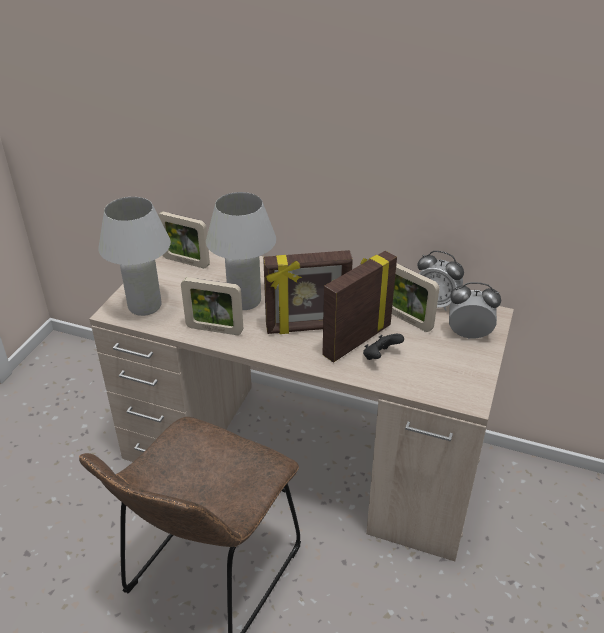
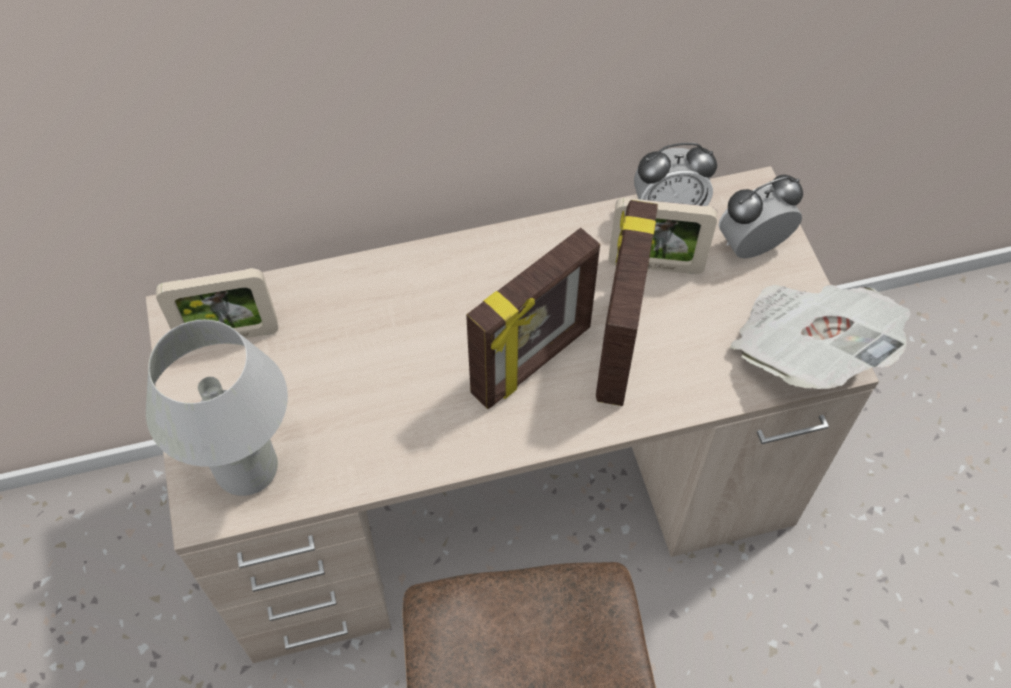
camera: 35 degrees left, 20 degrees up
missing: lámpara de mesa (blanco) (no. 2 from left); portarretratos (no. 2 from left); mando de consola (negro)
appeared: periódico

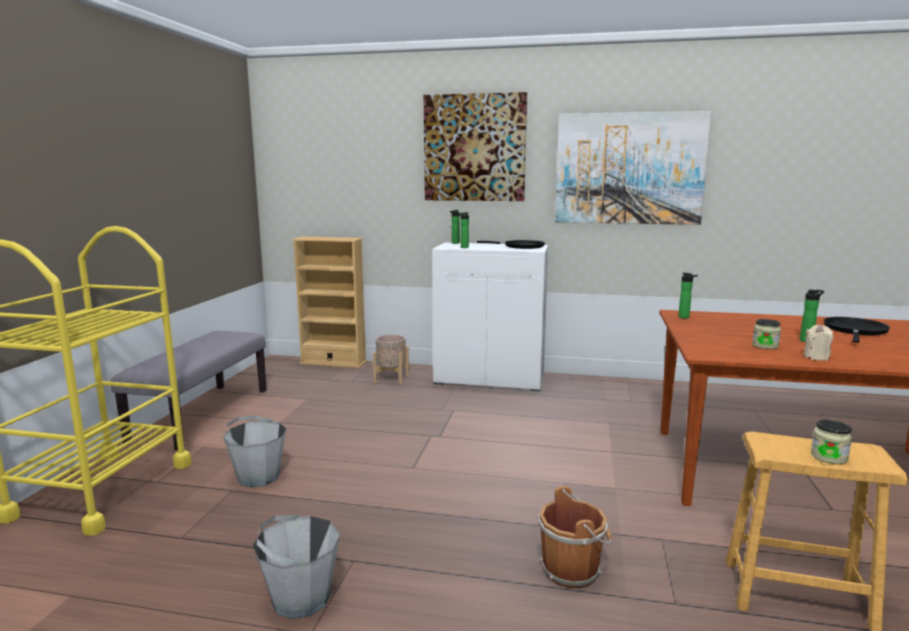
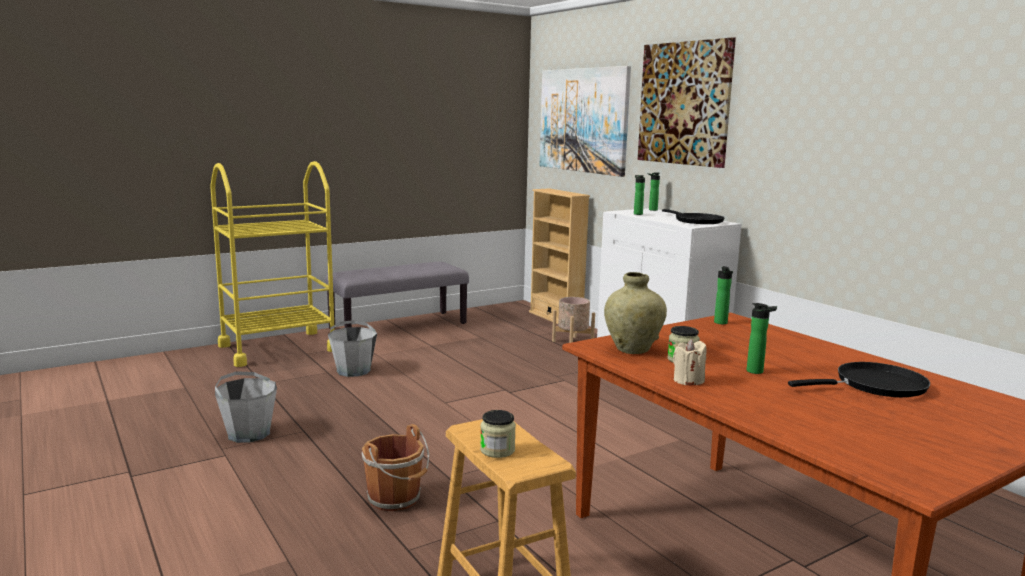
camera: 45 degrees right, 0 degrees up
appeared: florero (beis)
relocated: cuadro (no. 2 from left in the first image) to cuadro (no. 1 from left)

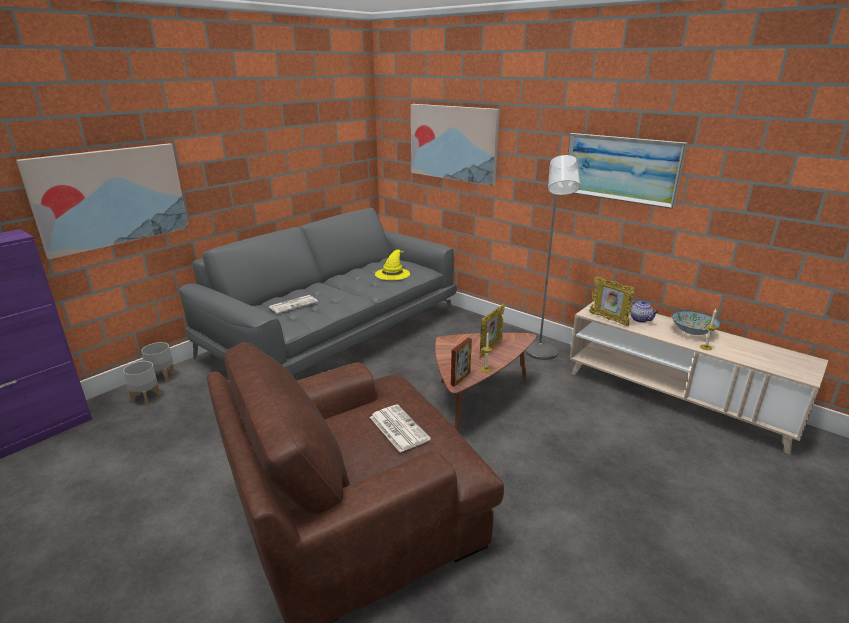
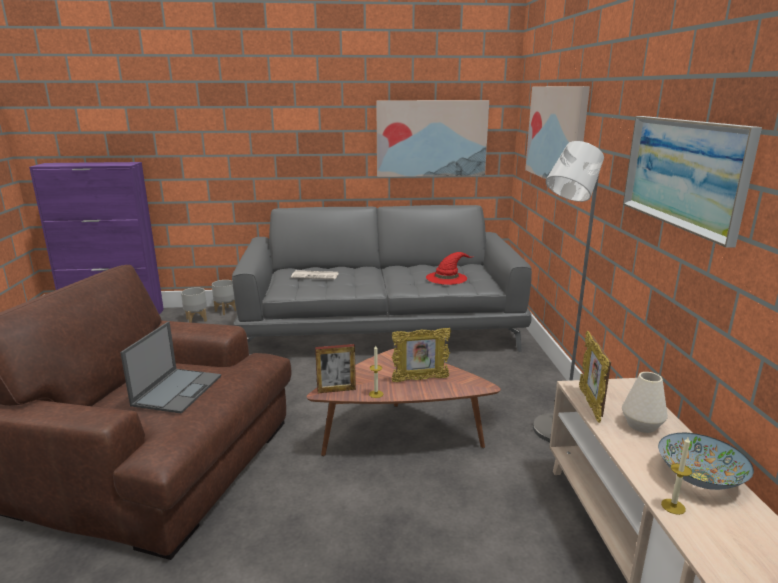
camera: 45 degrees right, 5 degrees down
relocated: cuadro (no. 1 from left)
exchanged: tetera to florero (blanco); periódico (no. 2 from left) to portátil
colour: sombrero (amarillo) to sombrero (rojo)

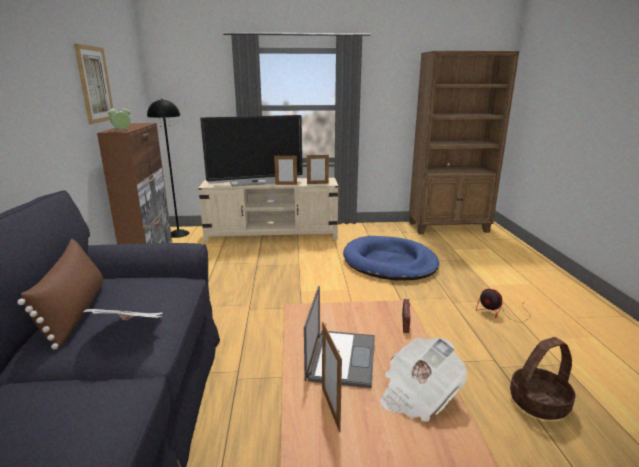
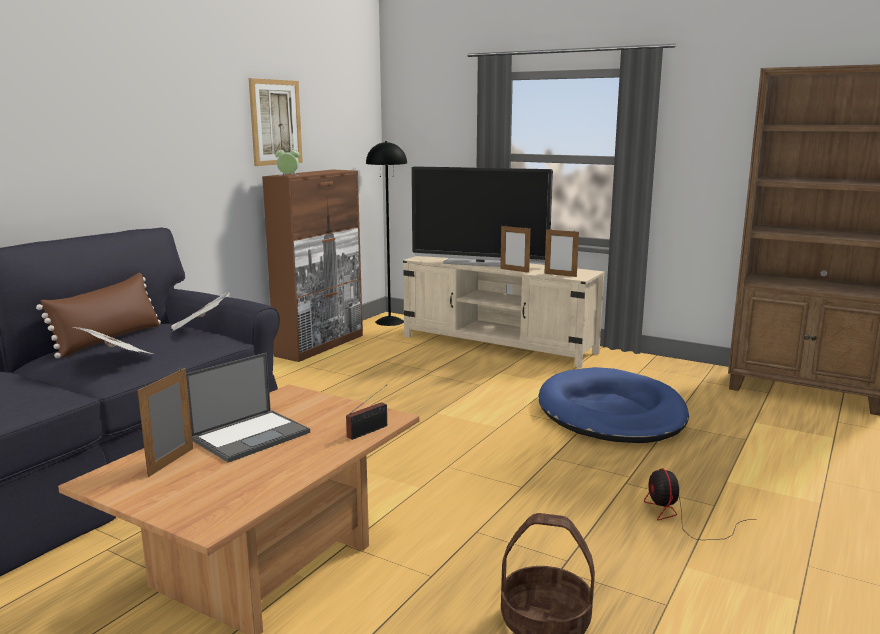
camera: 35 degrees right, 5 degrees down
relocated: periódico (no. 2 from left)

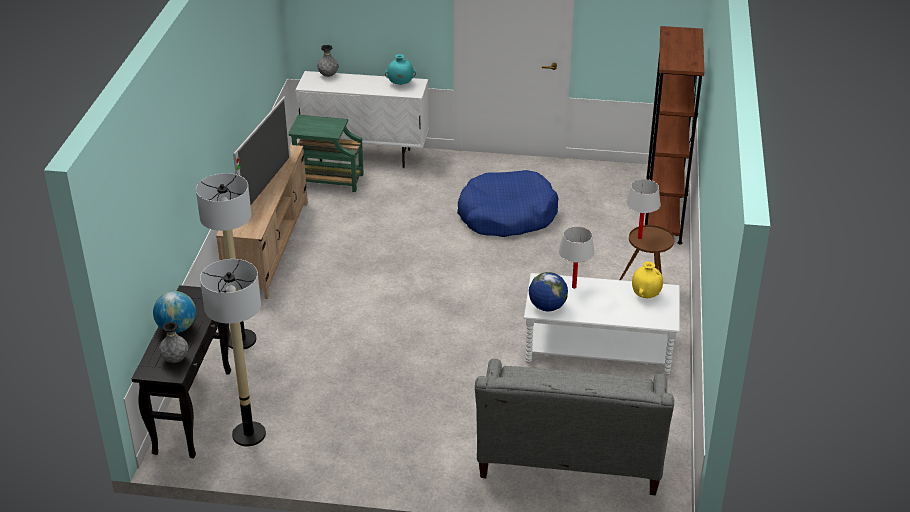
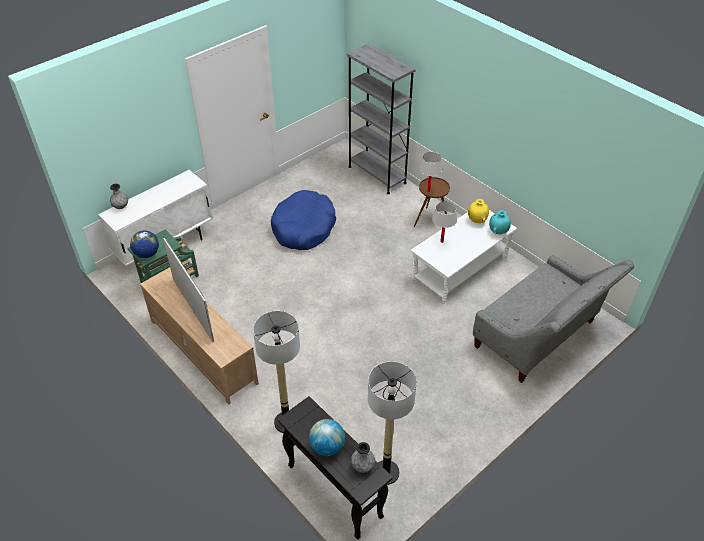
camera: 50 degrees left, 10 degrees up
relocated: florero (turquesa); globo terráqueo (no. 2 from left in the first image) to globo terráqueo (no. 1 from left)
colour: estantería (marrón) to estantería (gris)

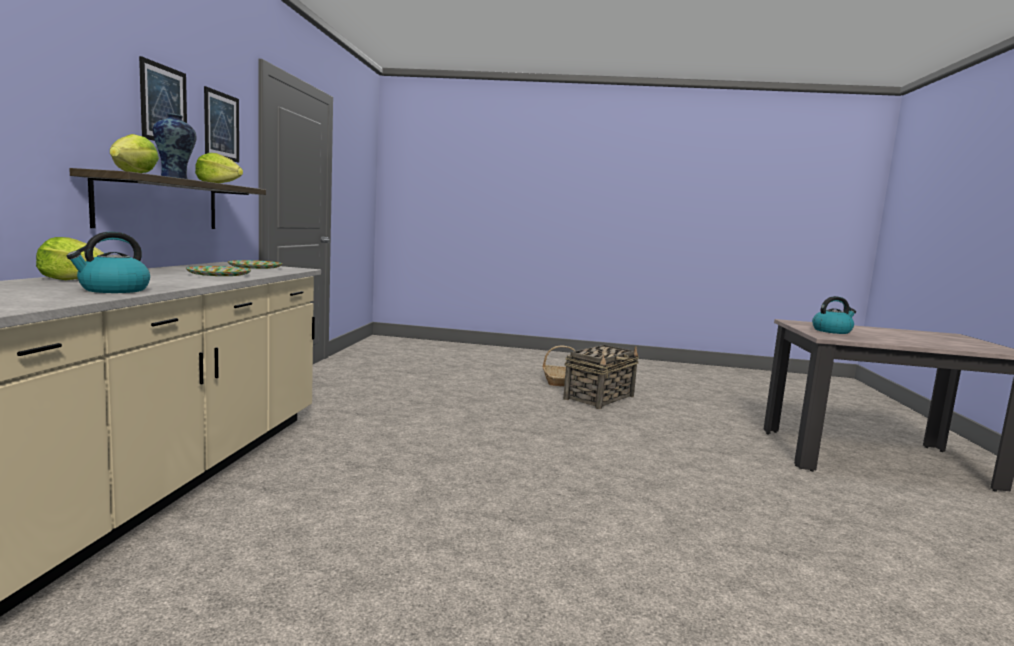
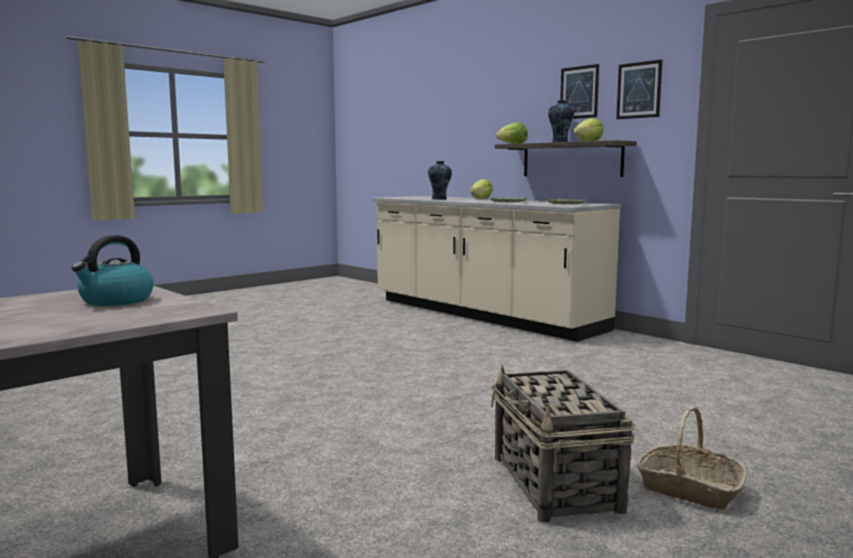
camera: 130 degrees right, 0 degrees up
exchanged: hervidor (no. 1 from left) to florero (no. 1 from left)

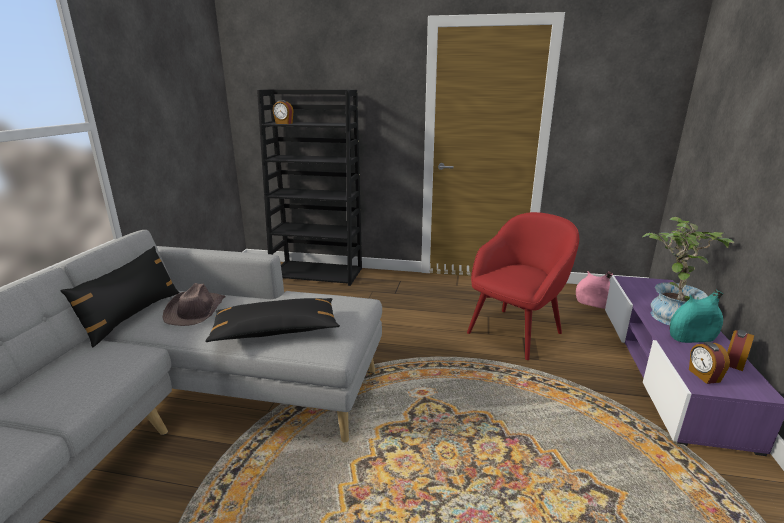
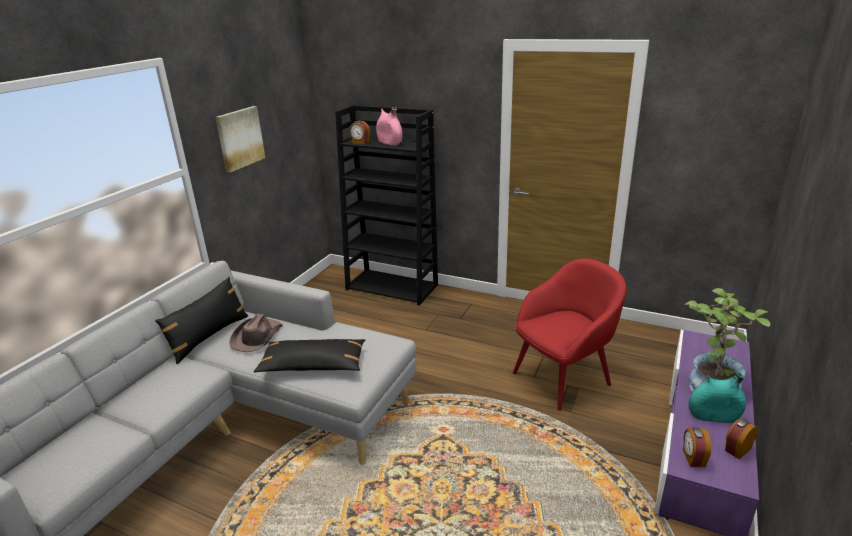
camera: 15 degrees right, 5 degrees up
appeared: cuadro
relocated: florero (rosa)

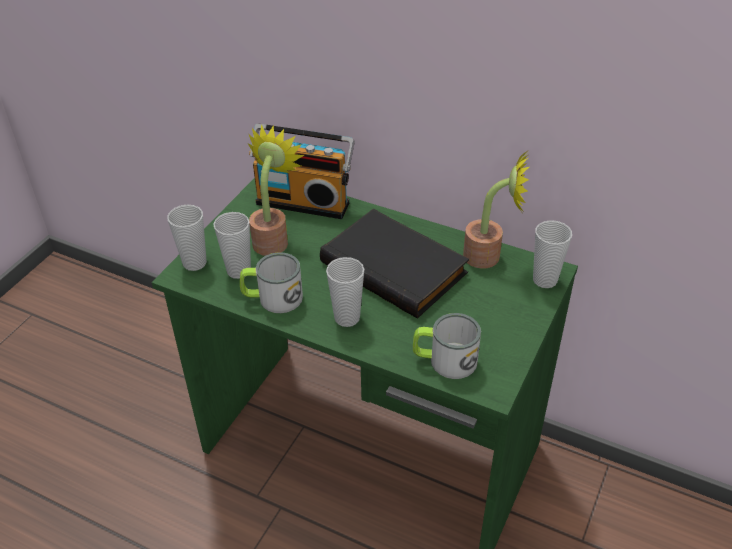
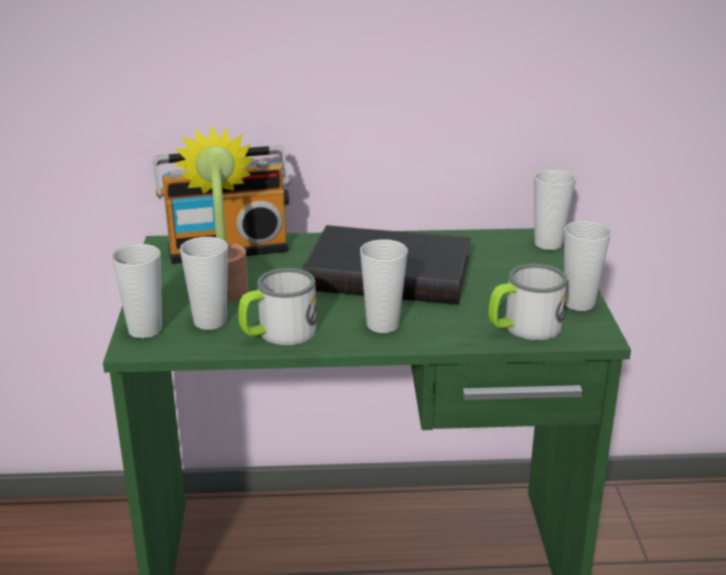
camera: 30 degrees left, 15 degrees down
missing: planta en maceta (no. 2 from left)
appeared: taza (no. 5 from left)

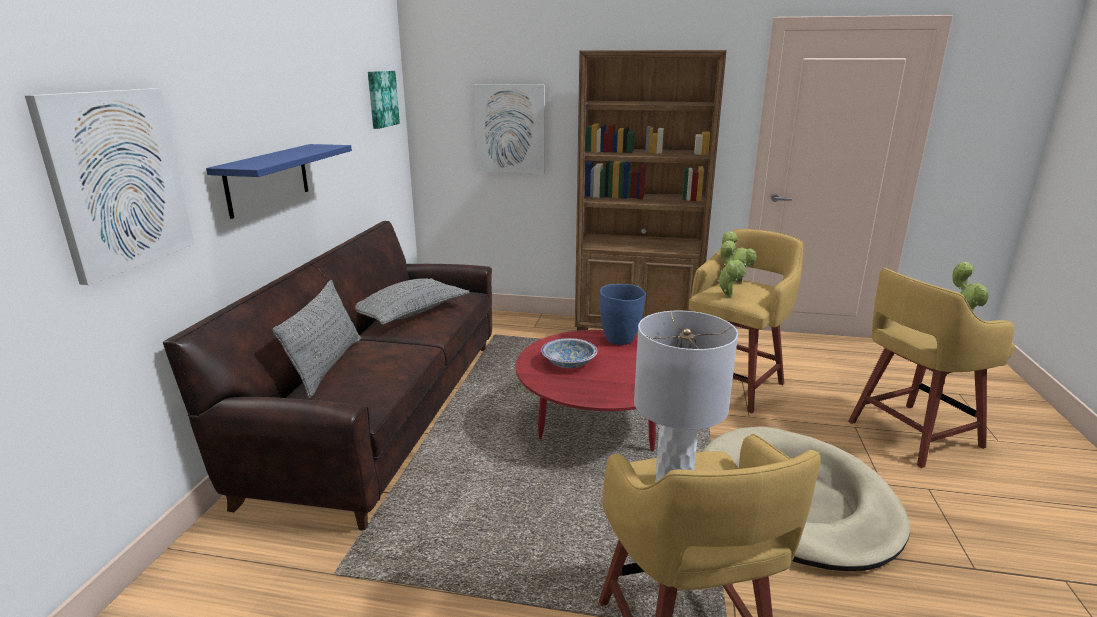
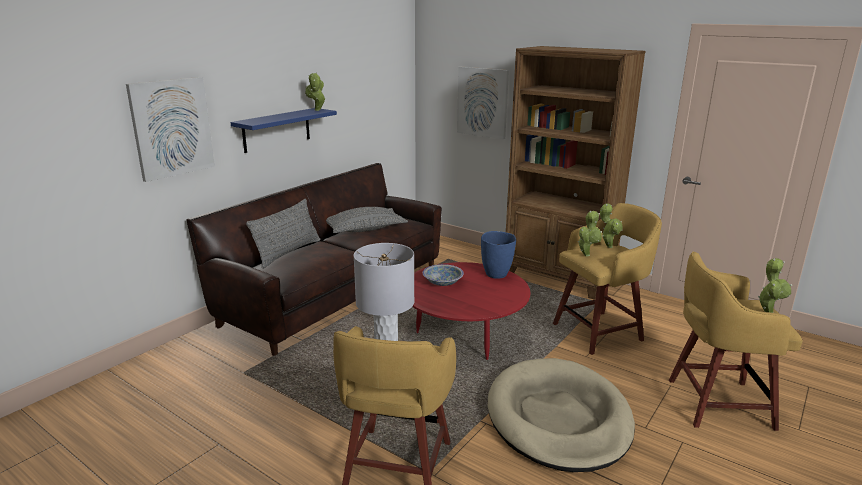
camera: 25 degrees right, 0 degrees up
missing: cuadro (no. 2 from left)
appeared: planta en maceta (no. 1 from left)

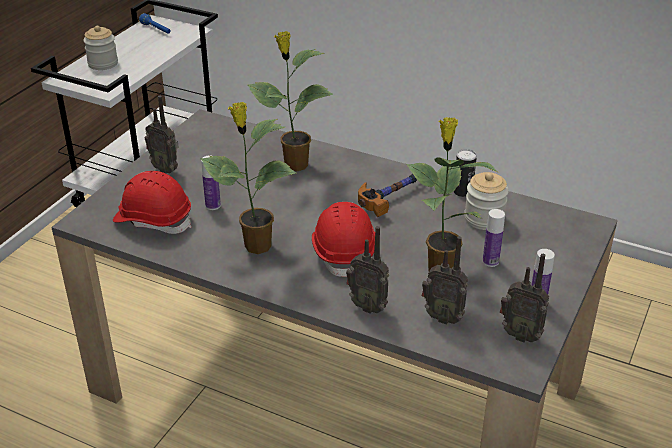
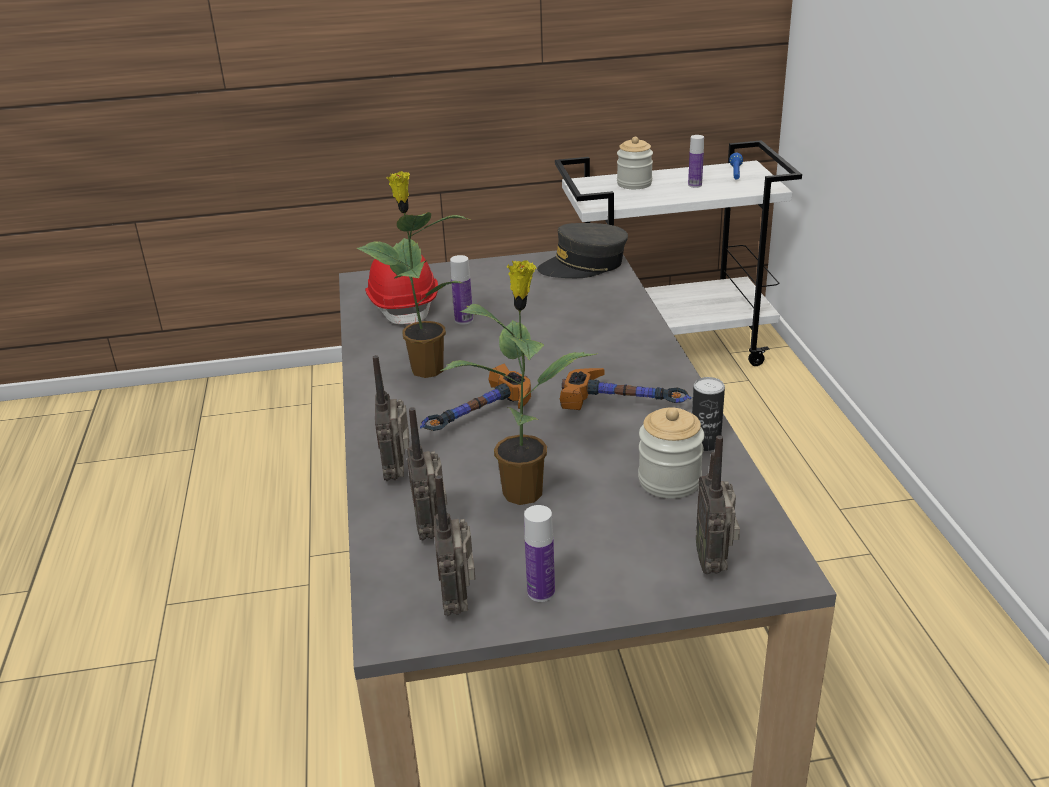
camera: 55 degrees right, 5 degrees down
missing: planta en maceta (no. 2 from left)
appeared: gorra (gris)
relocated: radio (no. 1 from left in the first image) to radio (no. 4 from left); botella (no. 2 from left in the first image) to botella (no. 3 from left)
exchanged: casco (rojo) (no. 2 from left) to martillo (no. 1 from left)

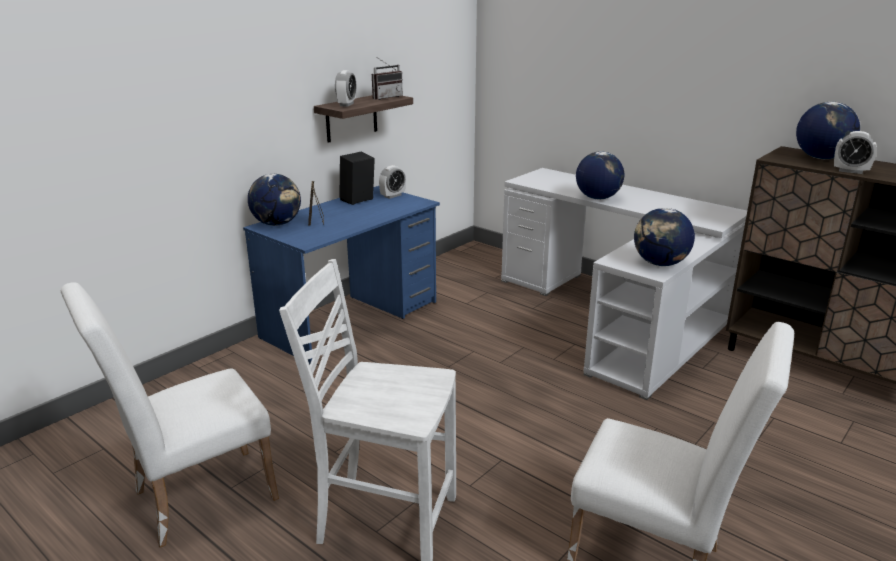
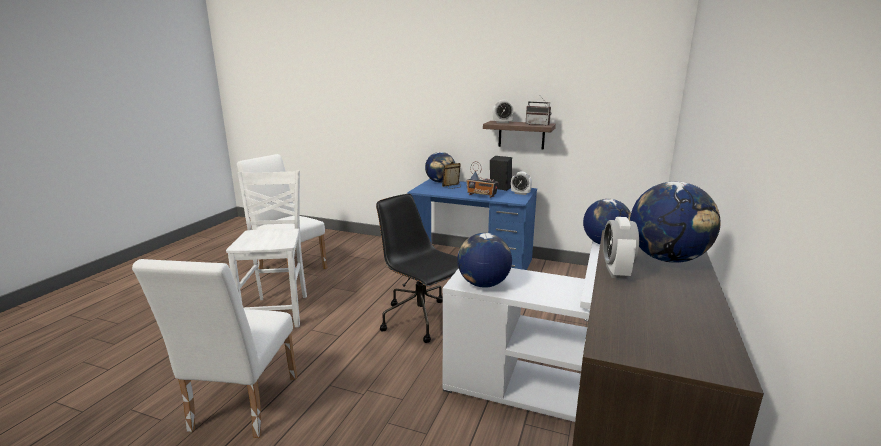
camera: 70 degrees right, 5 degrees down
appeared: radio (no. 1 from left); silla de oficina (negro)

